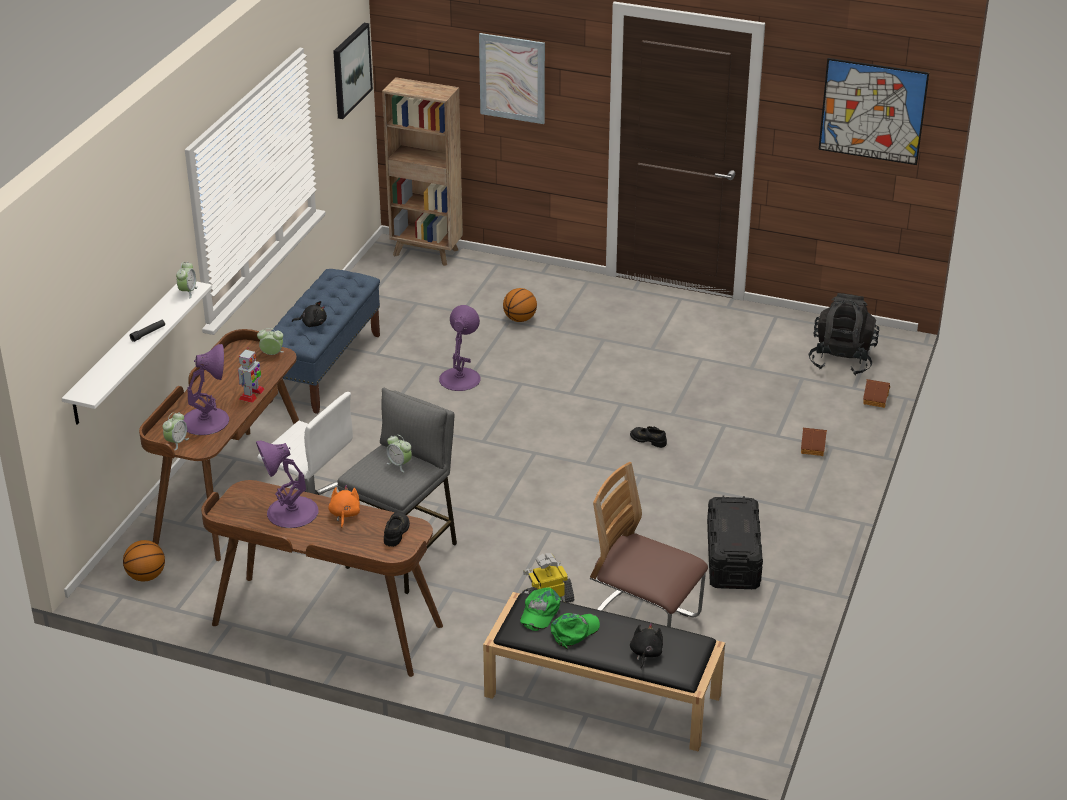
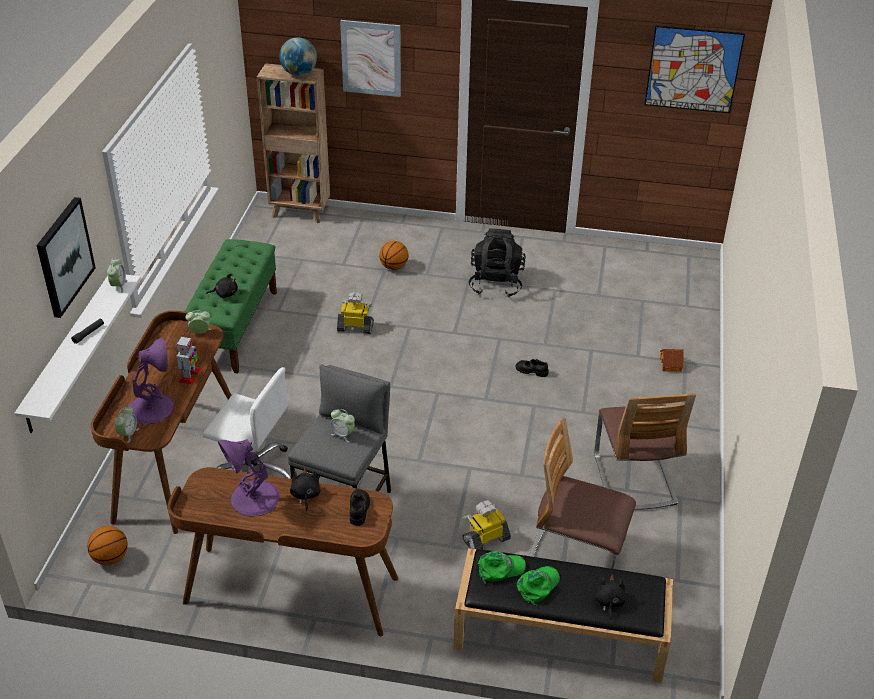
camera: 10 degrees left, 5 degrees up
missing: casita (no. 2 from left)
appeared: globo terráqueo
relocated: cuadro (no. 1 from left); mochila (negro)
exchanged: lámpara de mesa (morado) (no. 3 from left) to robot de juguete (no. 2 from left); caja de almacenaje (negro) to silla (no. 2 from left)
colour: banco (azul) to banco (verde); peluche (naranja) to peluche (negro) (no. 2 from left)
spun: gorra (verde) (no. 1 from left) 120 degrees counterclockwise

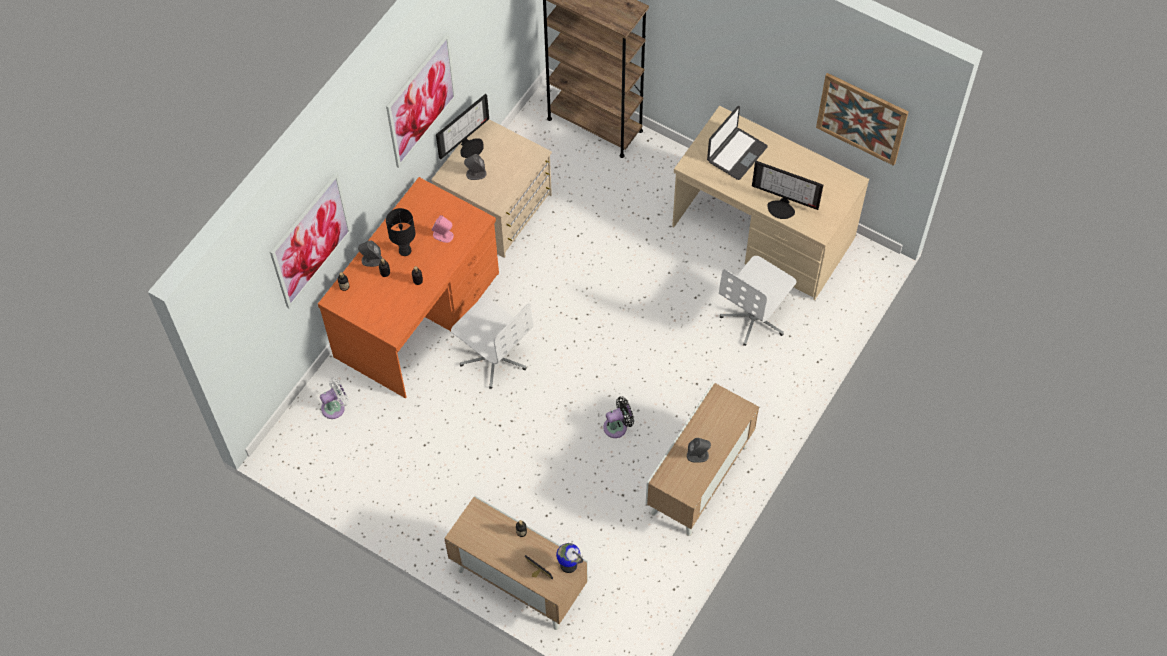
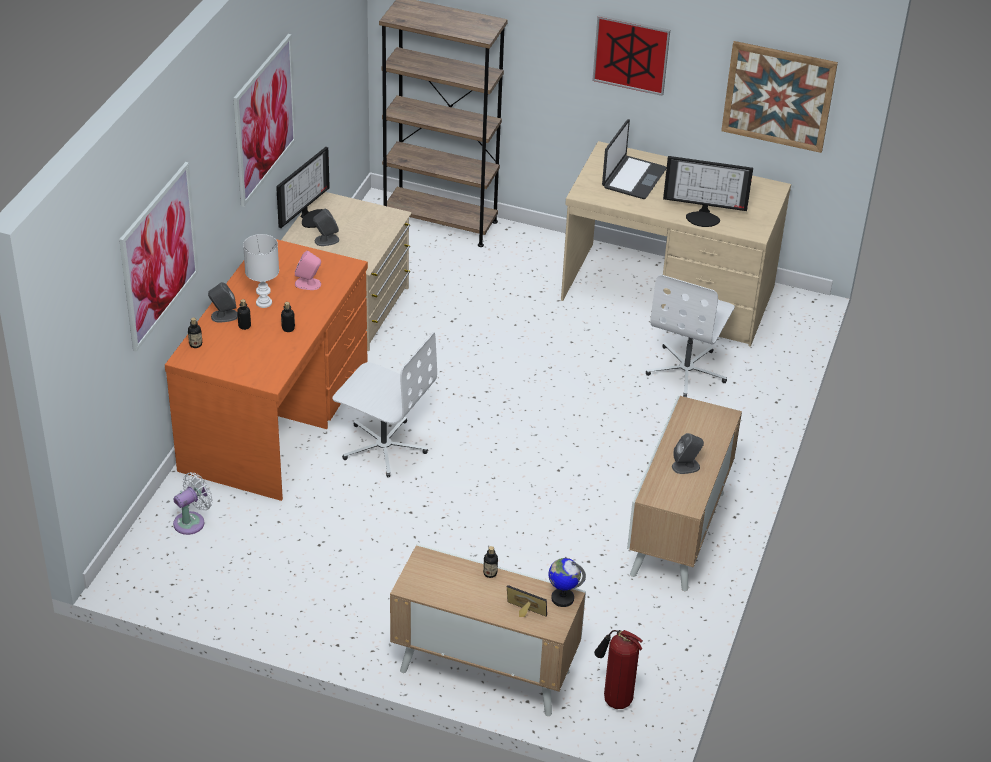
camera: 15 degrees left, 20 degrees down
missing: ventilador (negro)
appeared: cuadro (no. 3 from left); extintor
colour: lámpara de mesa (negro) to lámpara de mesa (blanco)

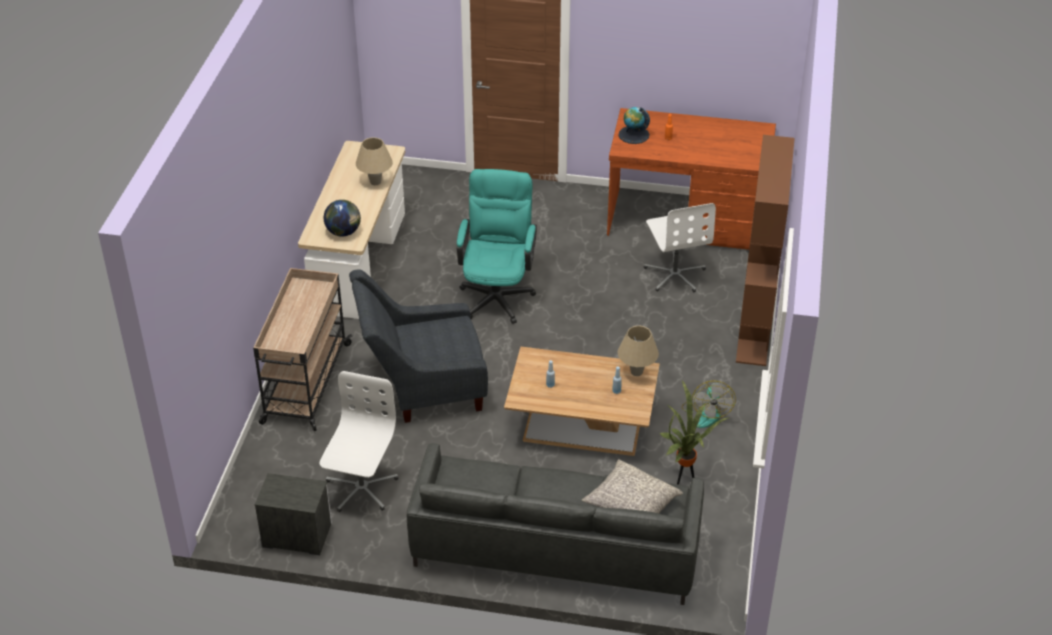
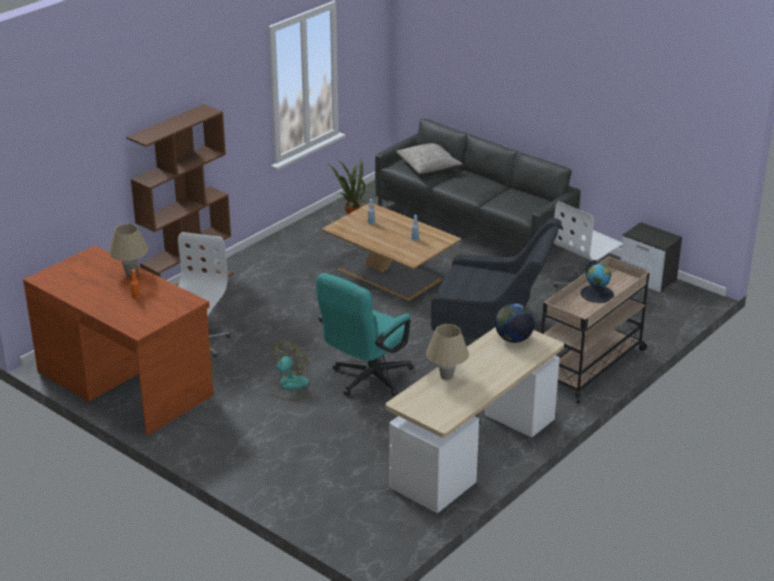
camera: 150 degrees left, 10 degrees down
relocated: globo terráqueo (no. 2 from left); lámpara de mesa (beis) (no. 2 from left in the first image) to lámpara de mesa (beis) (no. 1 from left); ventilador

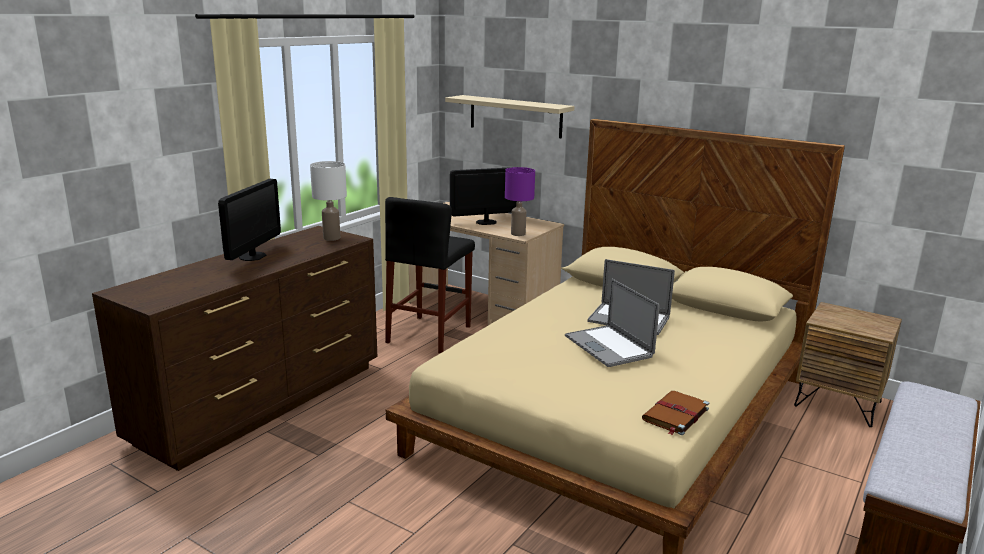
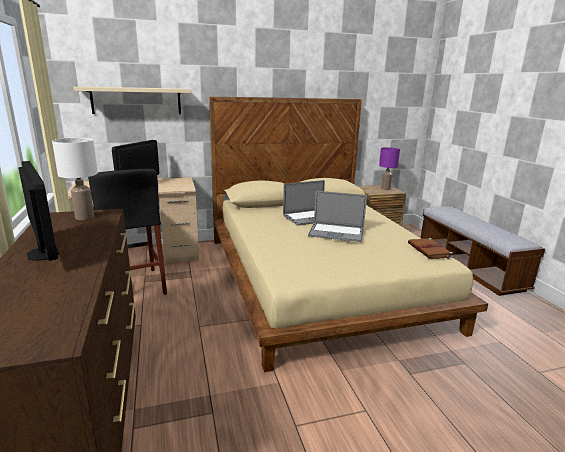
camera: 50 degrees left, 0 degrees up
relocated: lámpara de mesa (morado)

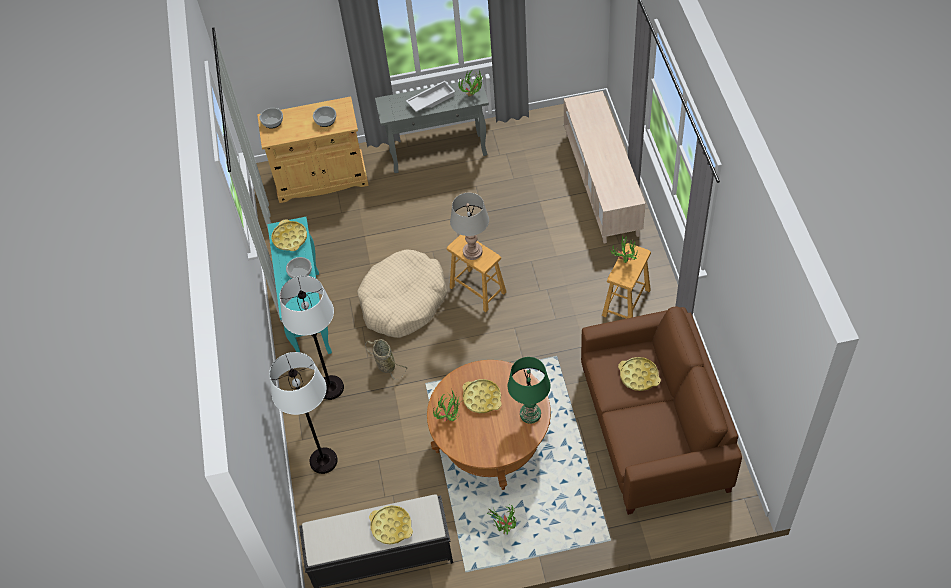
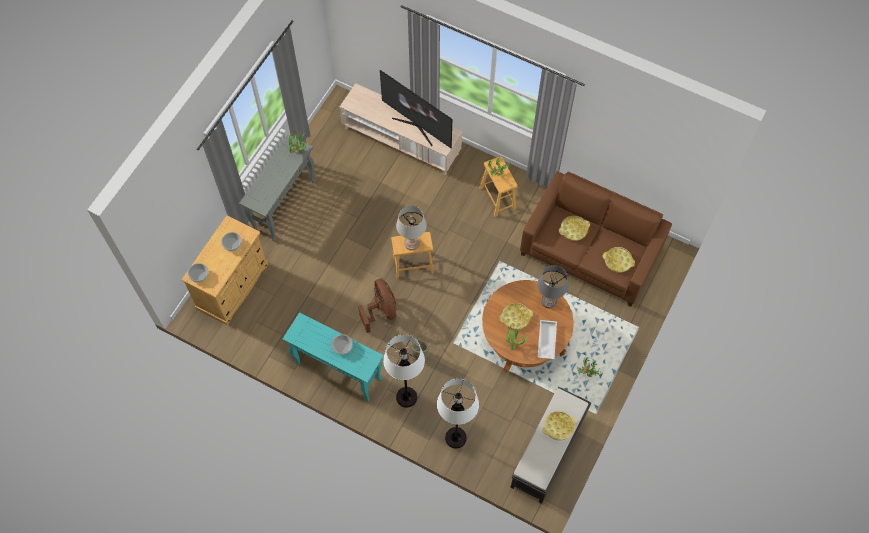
camera: 55 degrees left, 10 degrees up
appeared: televisor
relocated: bandeja (blanco); bandeja (amarillo) (no. 1 from left in the first image) to bandeja (amarillo) (no. 4 from left)
exchanged: cama para perro (beis) to ventilador (marrón)
colour: lámpara de mesa (verde) to lámpara de mesa (gris) (no. 2 from left)

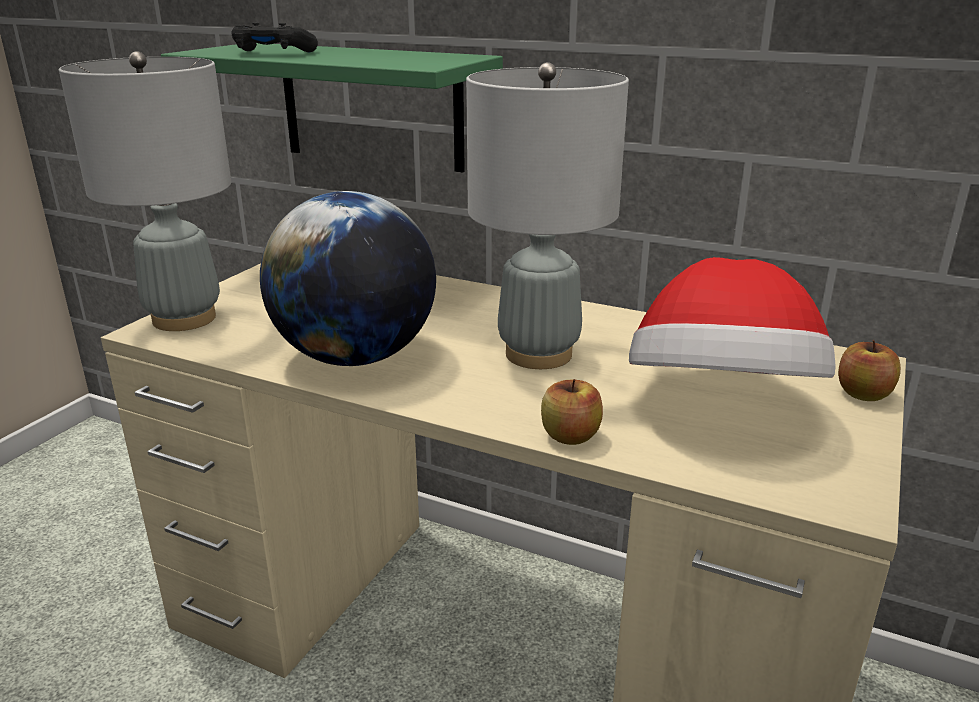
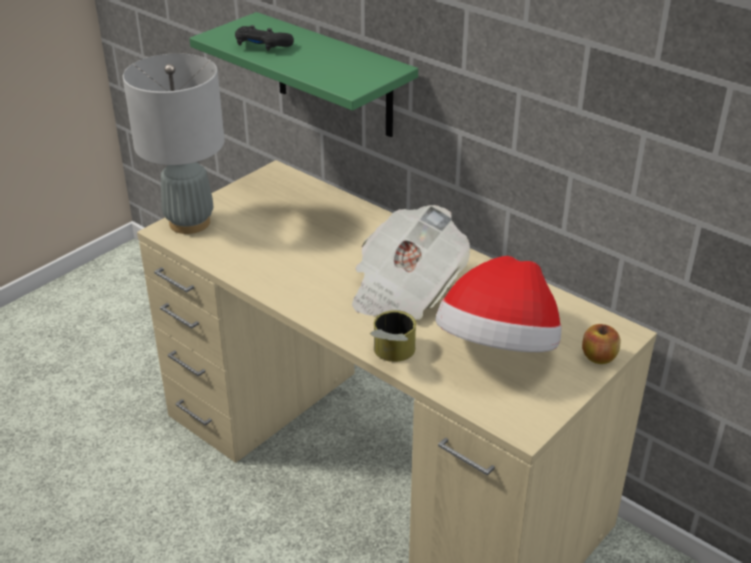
camera: 15 degrees right, 10 degrees up
missing: globo terráqueo
exchanged: lámpara de mesa (gris) (no. 2 from left) to periódico; manzana (no. 1 from left) to lata

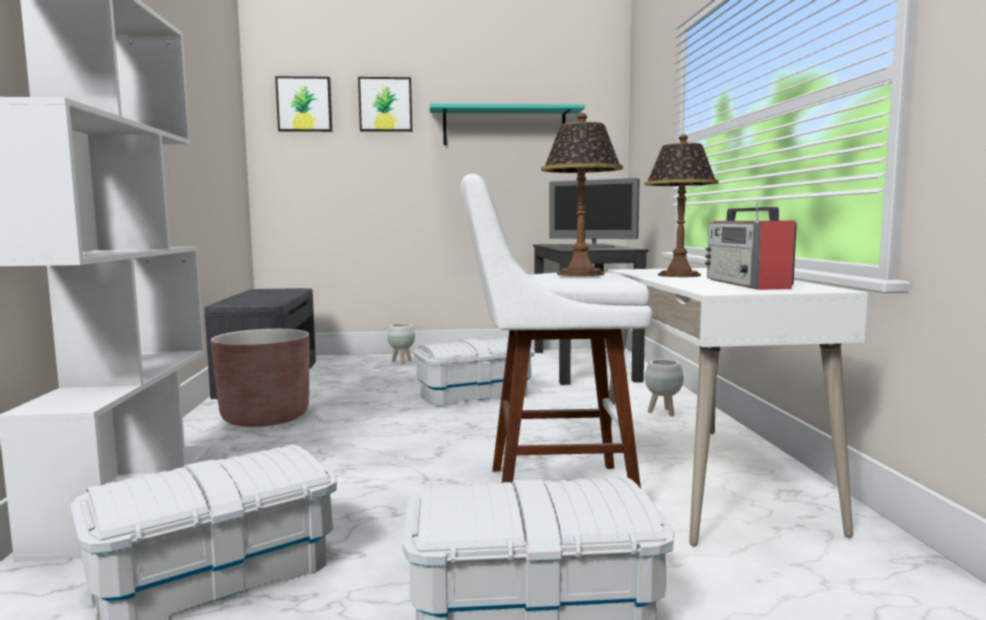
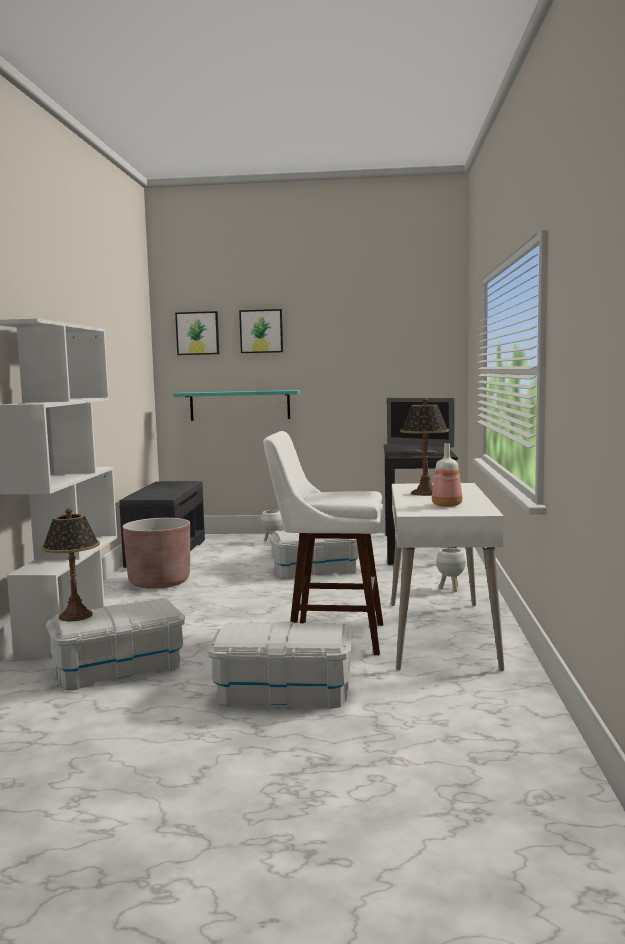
camera: 10 degrees right, 0 degrees up
relocated: estante (turquesa); lámpara de mesa (no. 1 from left)
exchanged: radio to botella

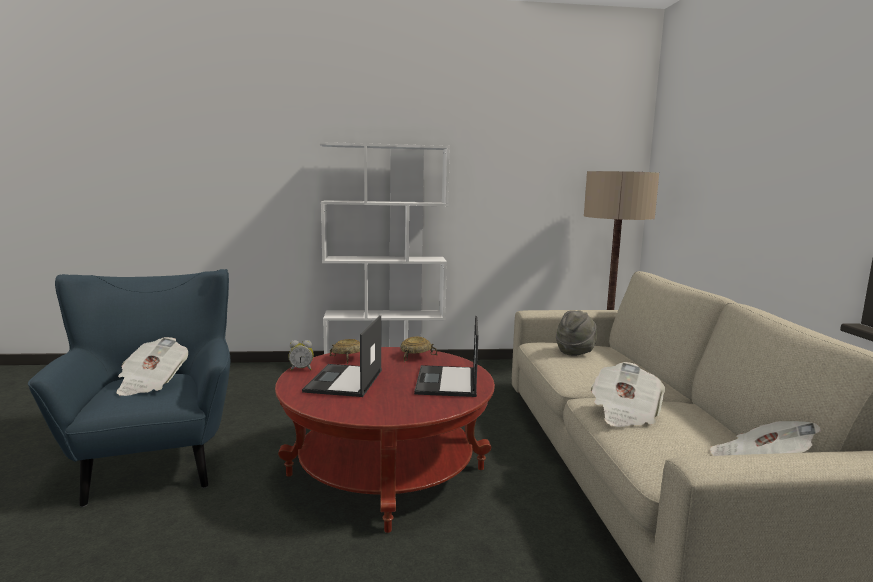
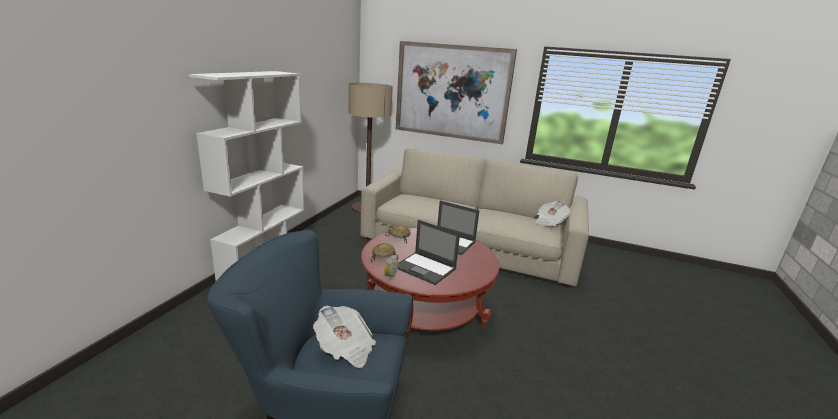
camera: 65 degrees left, 10 degrees up
missing: sombrero (gris); periódico (no. 2 from left)
appeared: cuadro

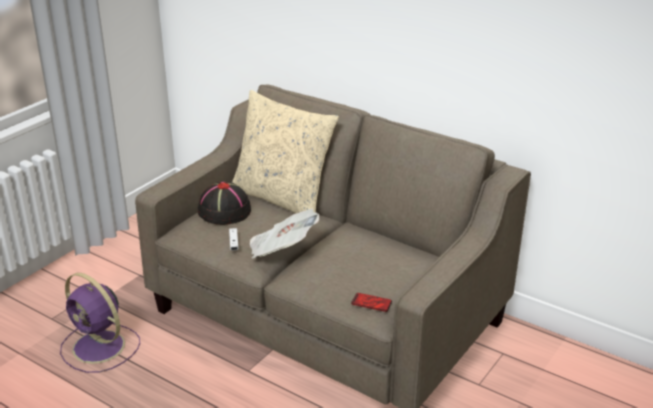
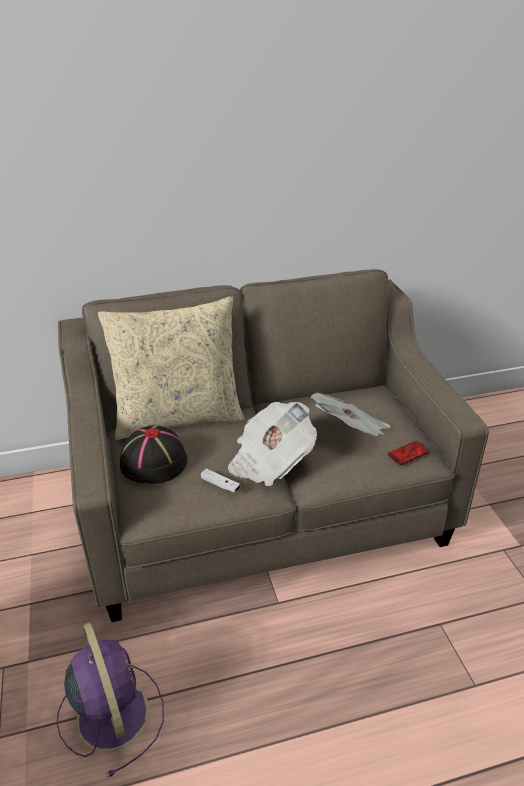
camera: 50 degrees left, 5 degrees up
appeared: periódico (no. 2 from left)
spun: ventilador (morado) 105 degrees counterclockwise

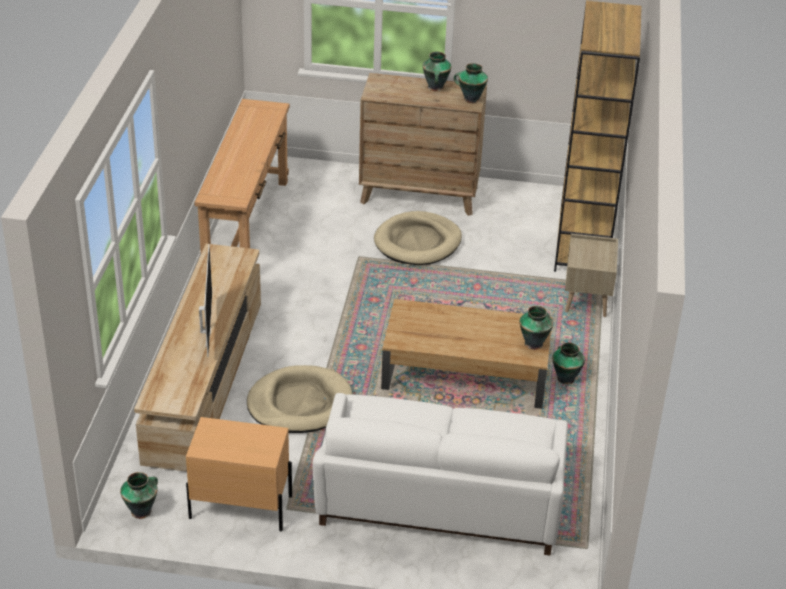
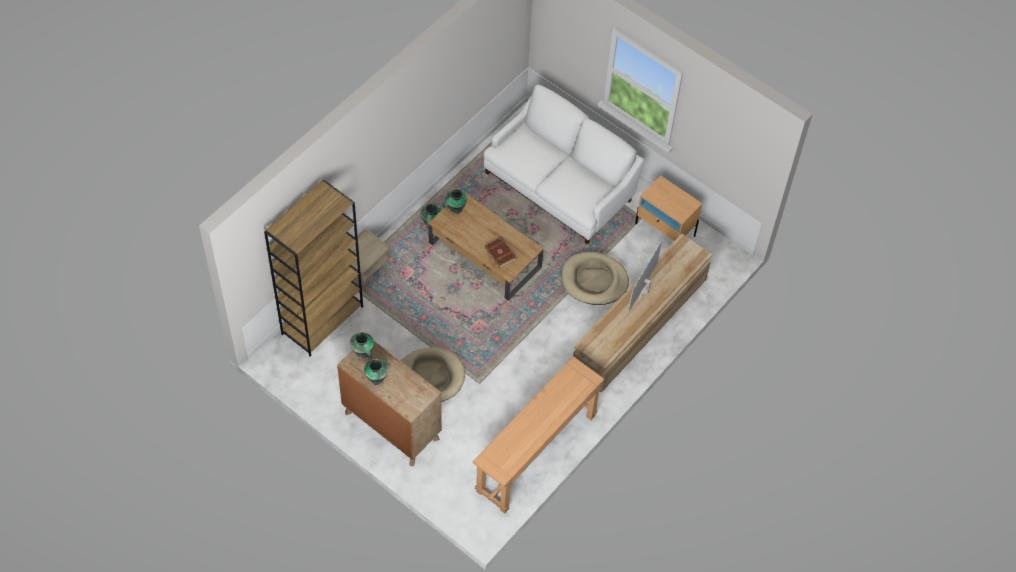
camera: 150 degrees left, 20 degrees up
missing: florero (no. 1 from left)
appeared: libro (marrón)

